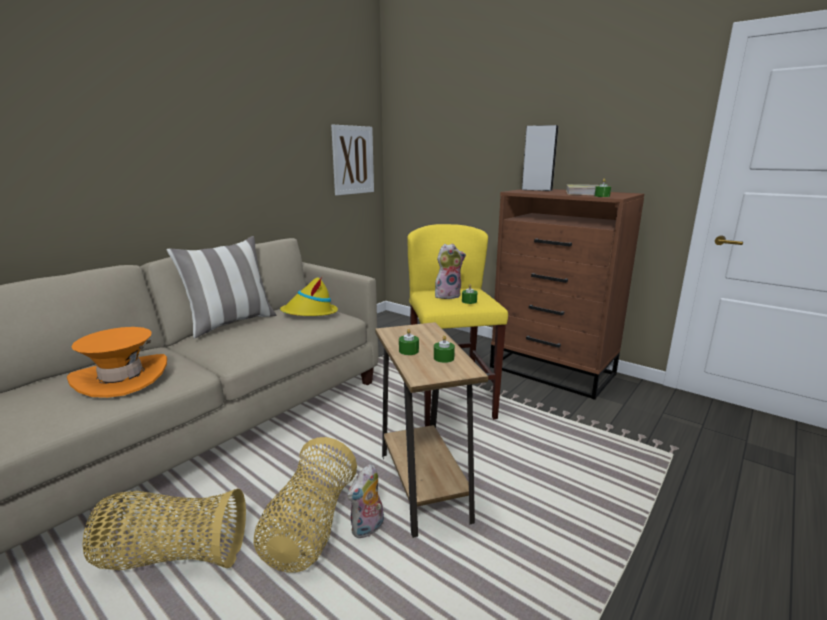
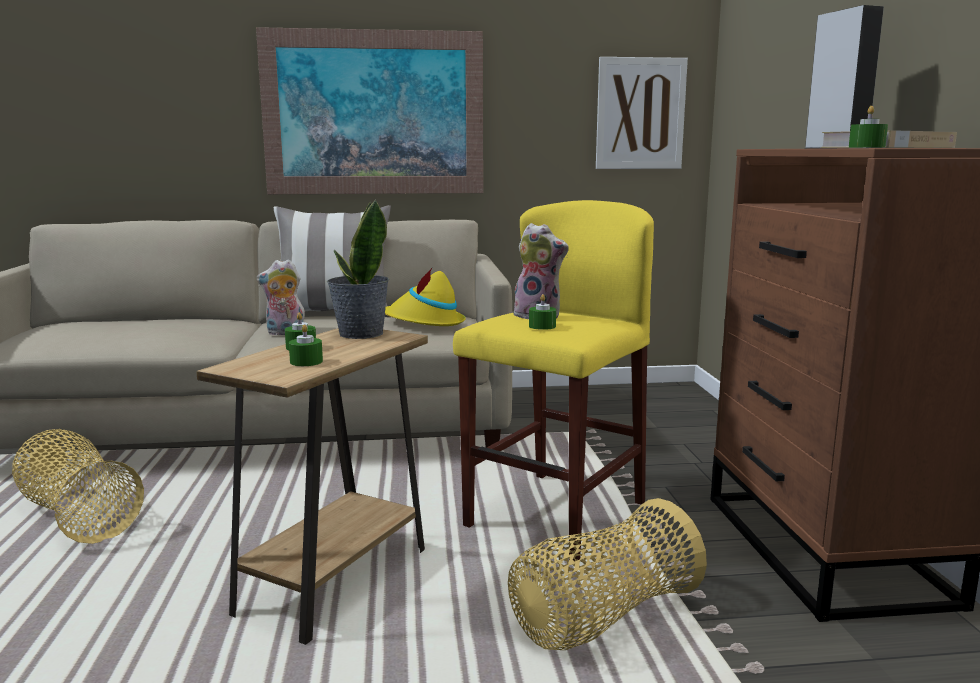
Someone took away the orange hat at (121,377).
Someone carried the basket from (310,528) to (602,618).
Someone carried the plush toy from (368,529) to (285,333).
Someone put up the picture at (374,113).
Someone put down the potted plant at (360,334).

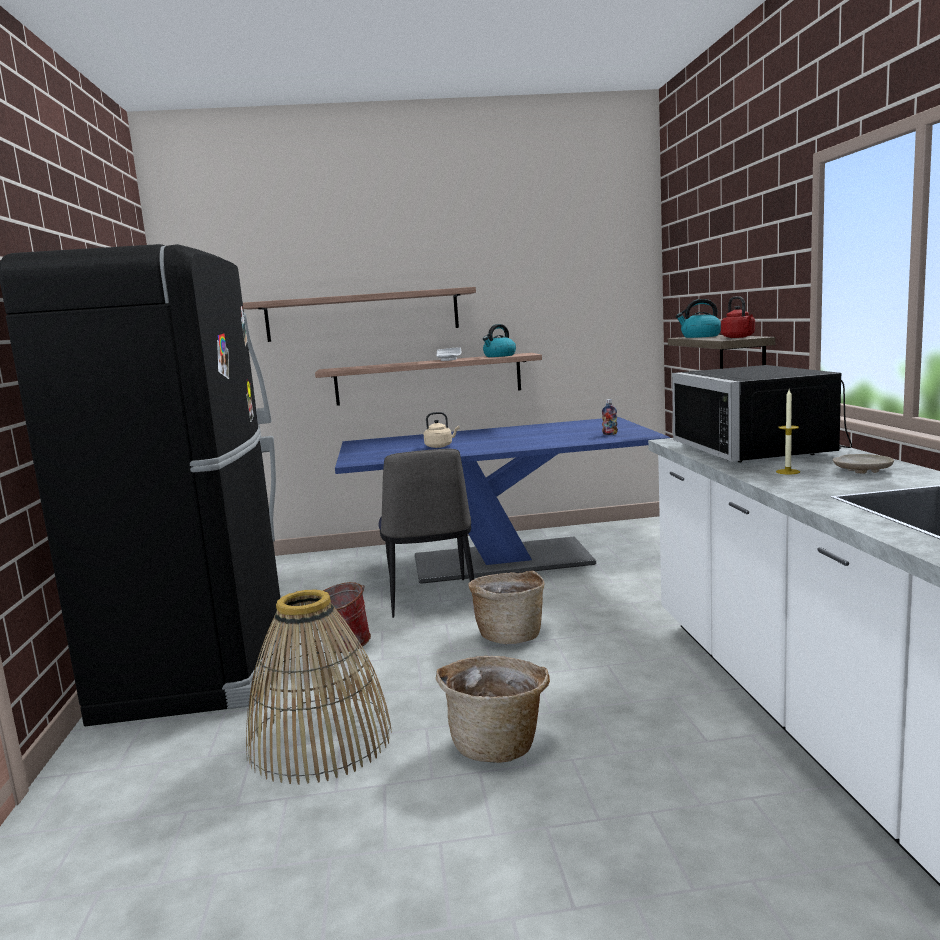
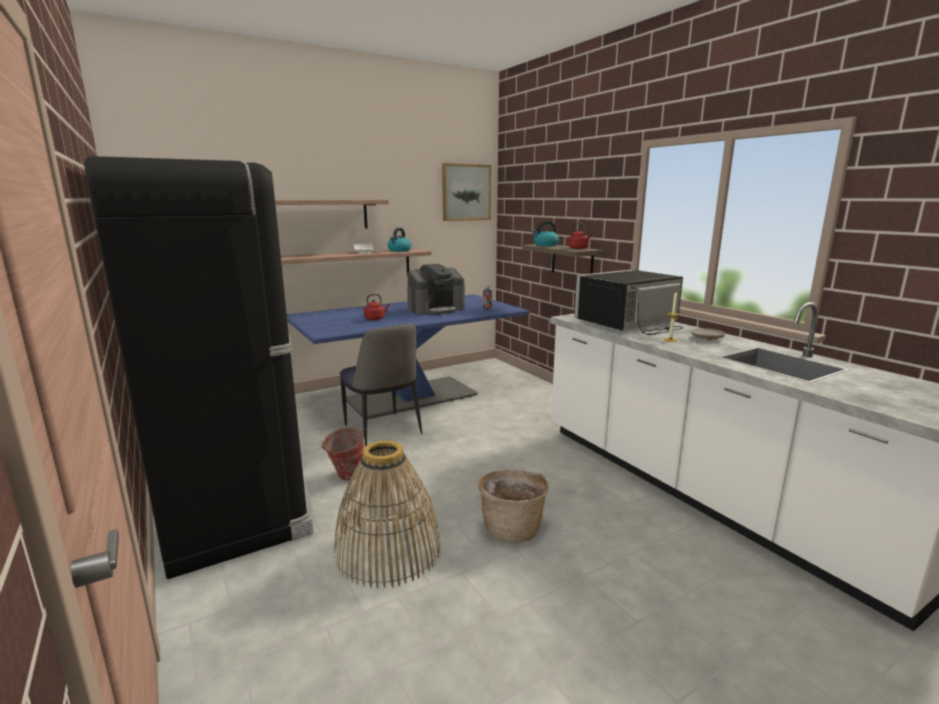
Someone rotated the black microwave at (761,449) by 90 degrees clockwise.
Someone repainted the beige kettle at (440,446), which became the red kettle at (375,319).
Someone took away the basket at (510,635).
Someone put up the picture at (466,192).
Someone put down the coffee machine at (436,309).

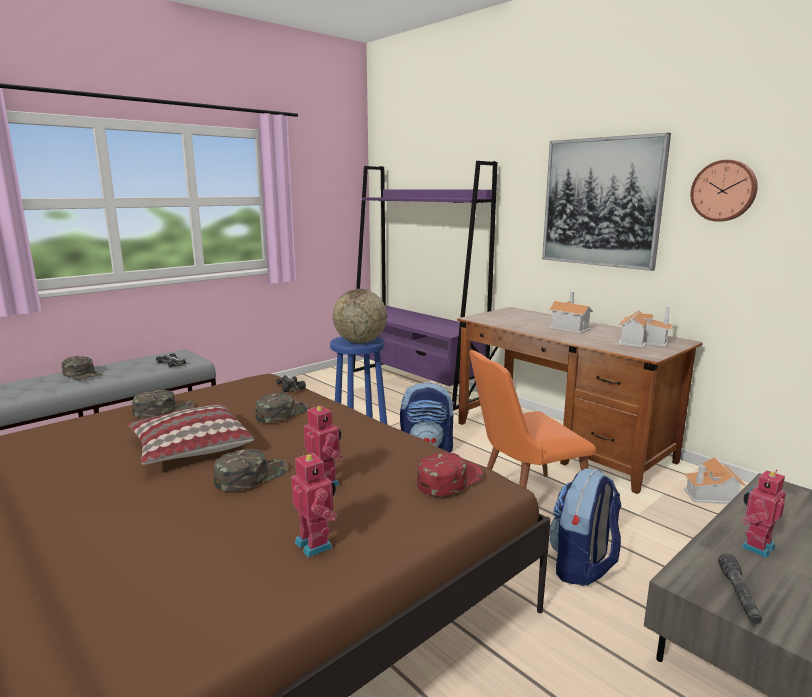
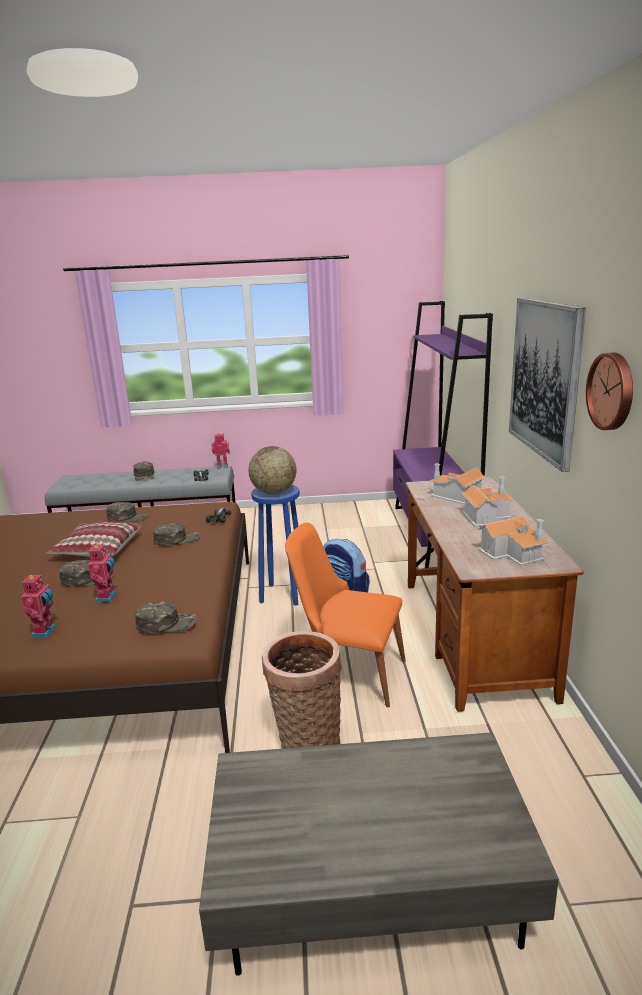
Someone repainted the red cap at (449,480), which became the green cap at (167,623).
Someone carried the toy house from (711,494) to (456,496).
Someone swapped the backpack at (582,566) for the basket at (306,741).
Someone carried the toy robot from (755,546) to (222,466).
Someone took away the grey flashlight at (739,595).

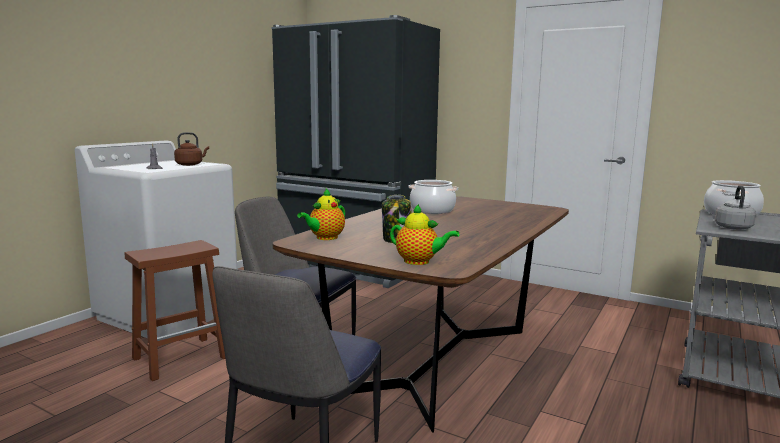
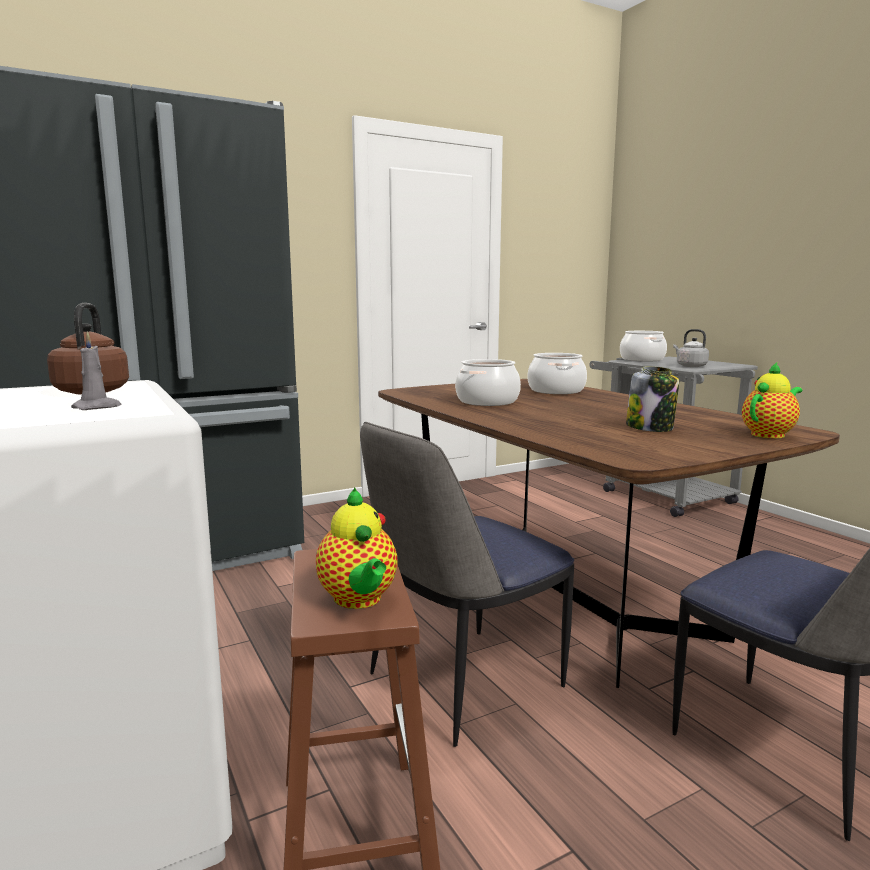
Someone carried the teapot from (325,238) to (359,600).
Someone put down the cooking pot at (556,391).

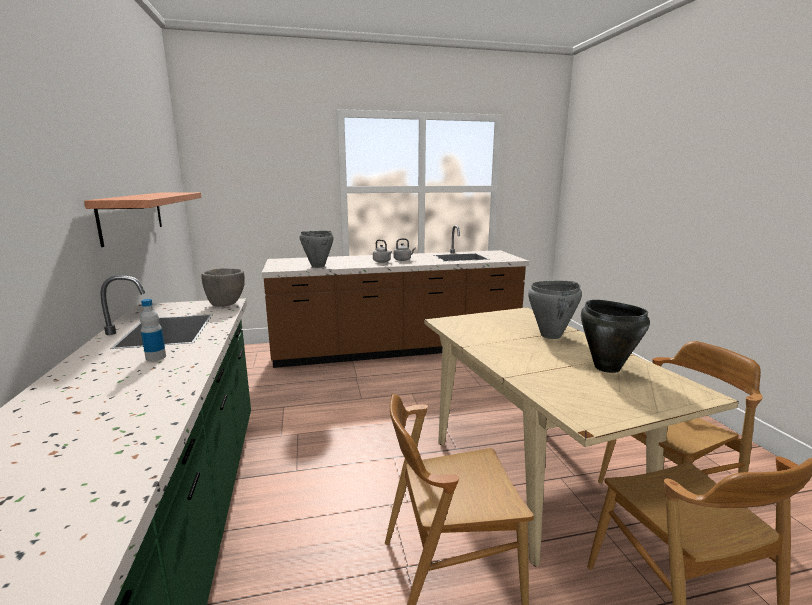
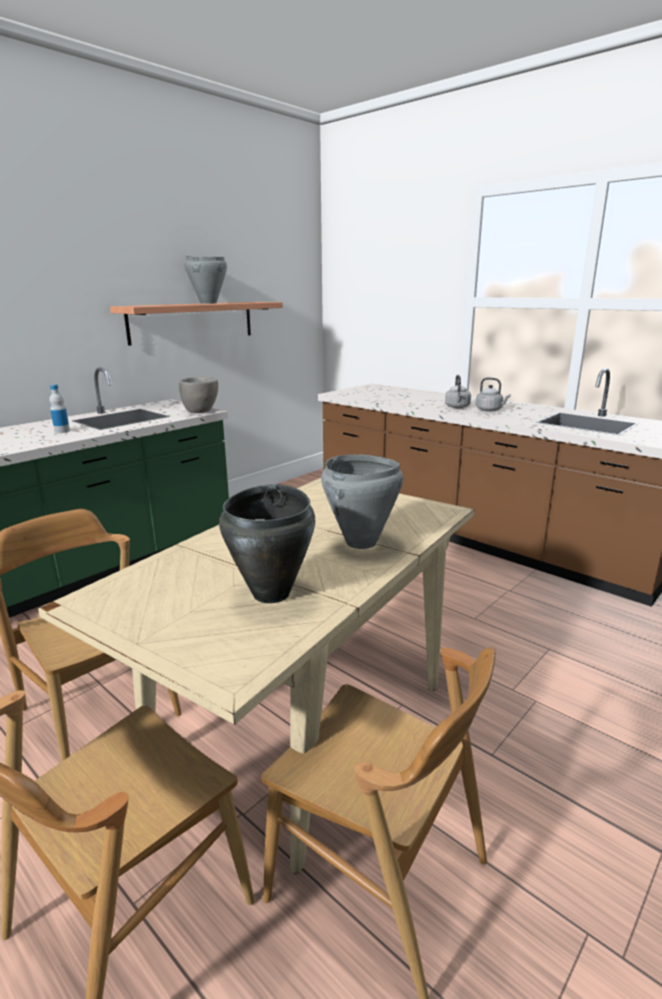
Someone carried the grey cooking pot from (317,266) to (208,303).

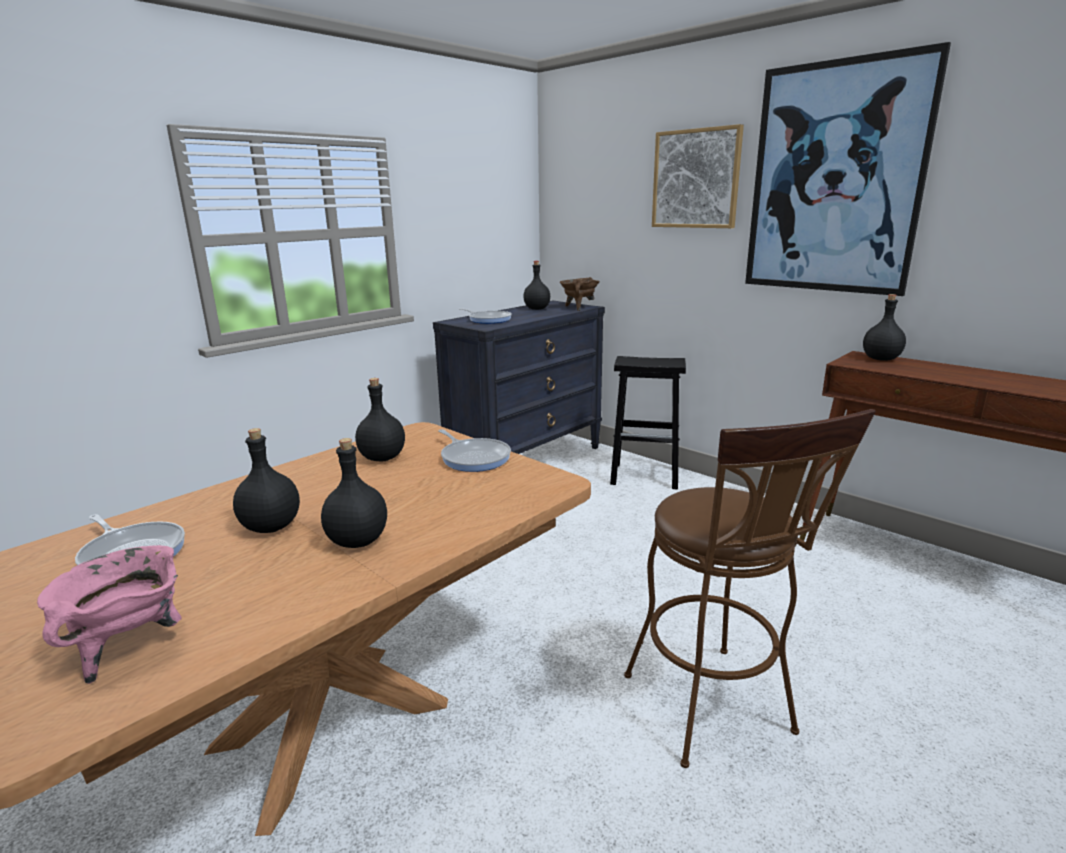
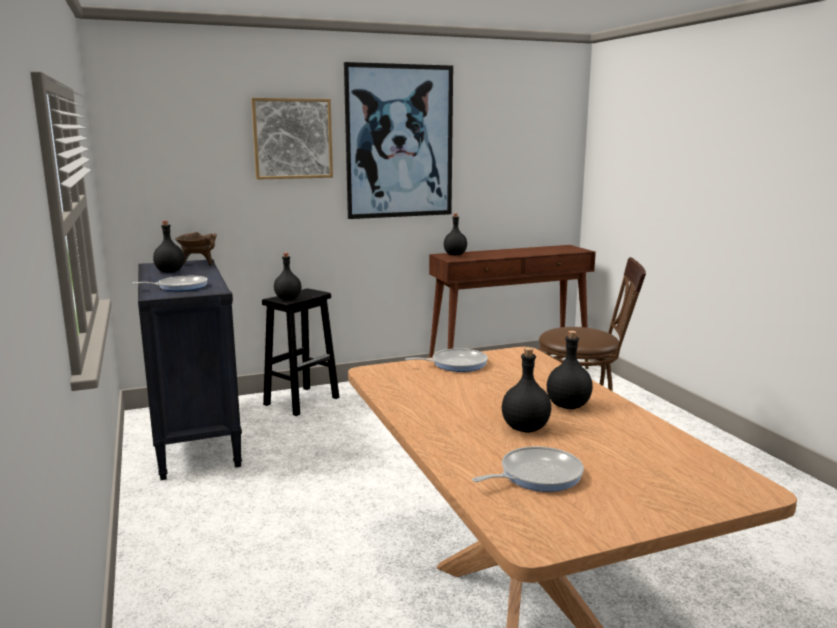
Someone carried the black bottle from (382,458) to (287,299).
Someone took away the pink cooking pot at (131,646).

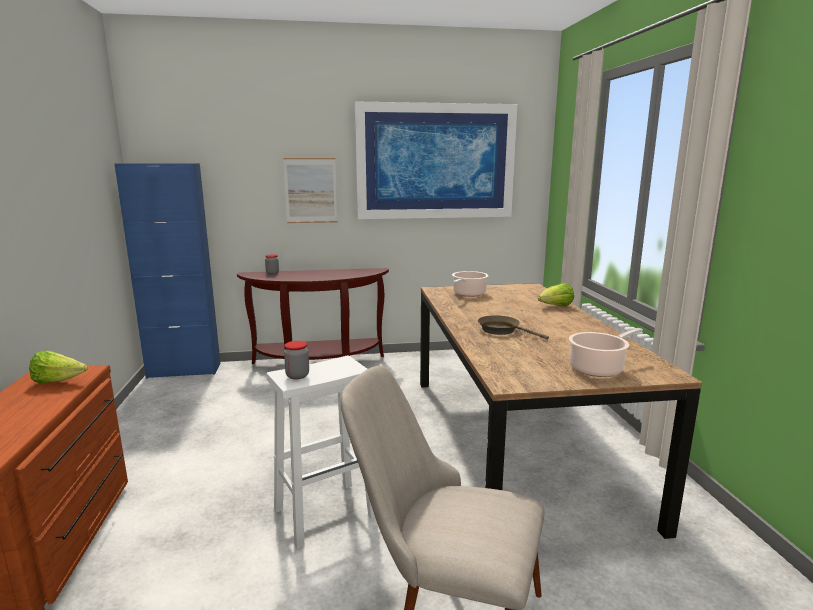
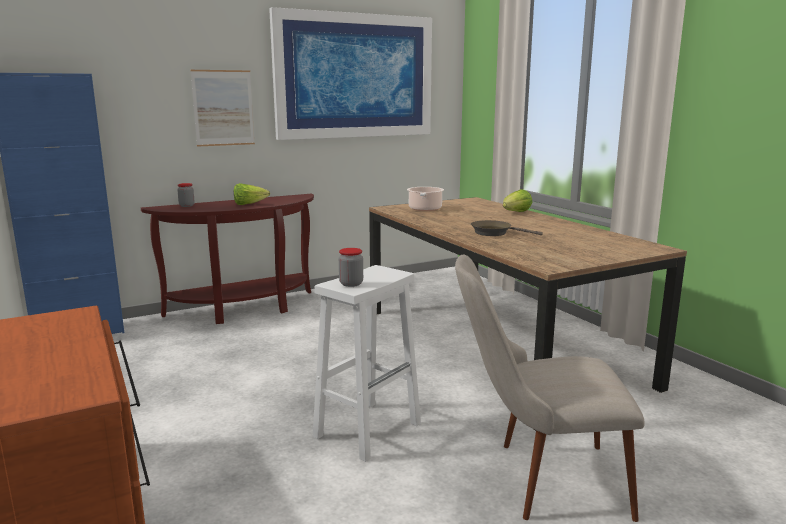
Someone took away the cooking pot at (598,368).
Someone carried the lettuce from (59,381) to (249,204).

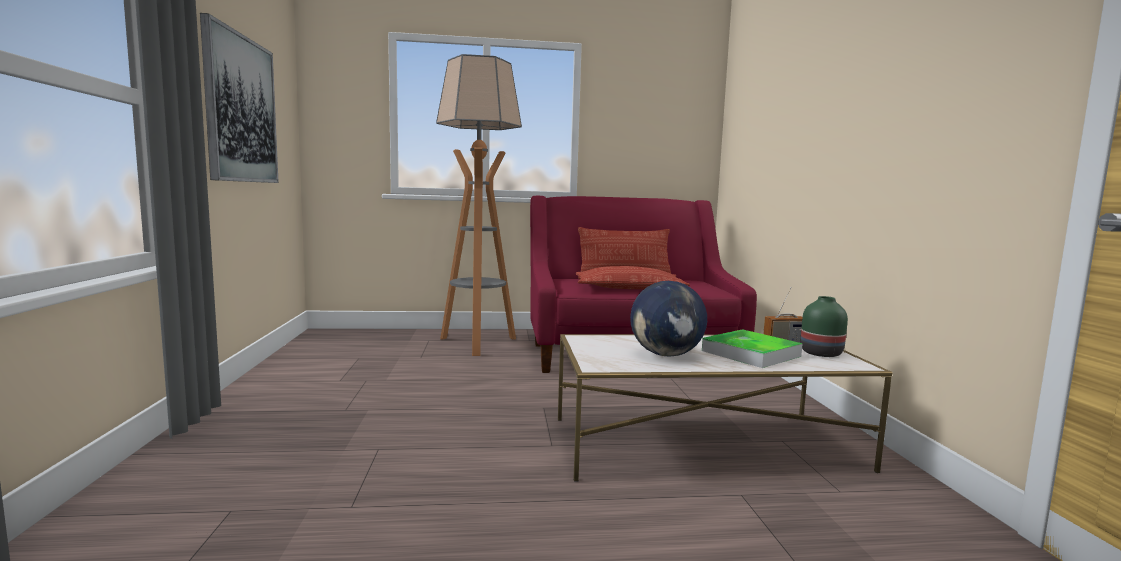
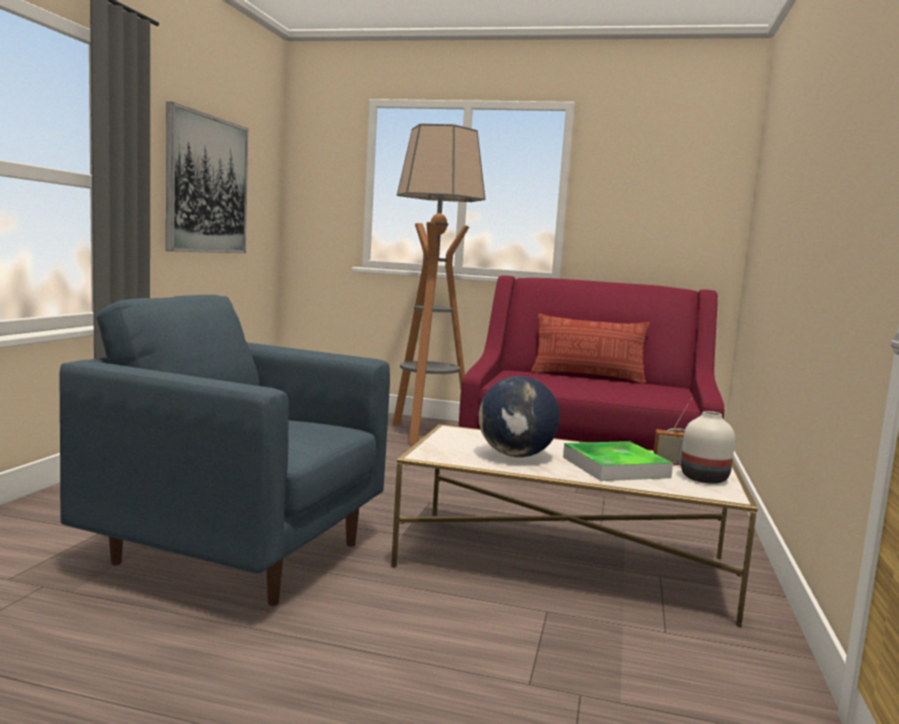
Someone took away the pillow at (629,288).
Someone repainted the green vase at (821,353), which became the white vase at (703,478).
Someone put down the blue armchair at (240,553).

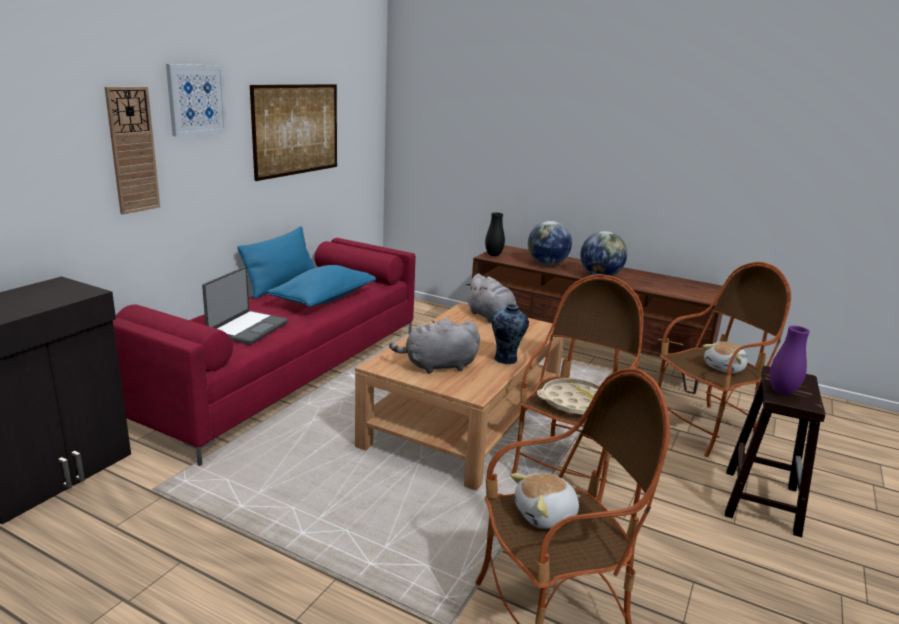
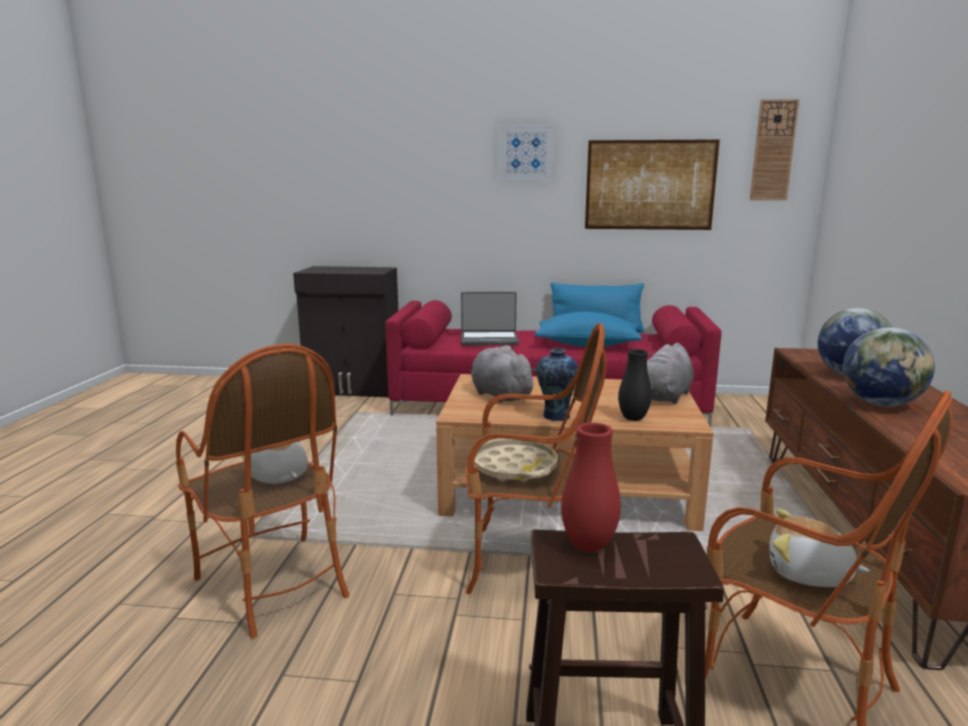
Someone carried the wall clock from (132,150) to (773,150).
Someone carried the black vase from (493,255) to (633,418).
Someone repainted the purple vase at (782,392), which became the red vase at (588,545).

